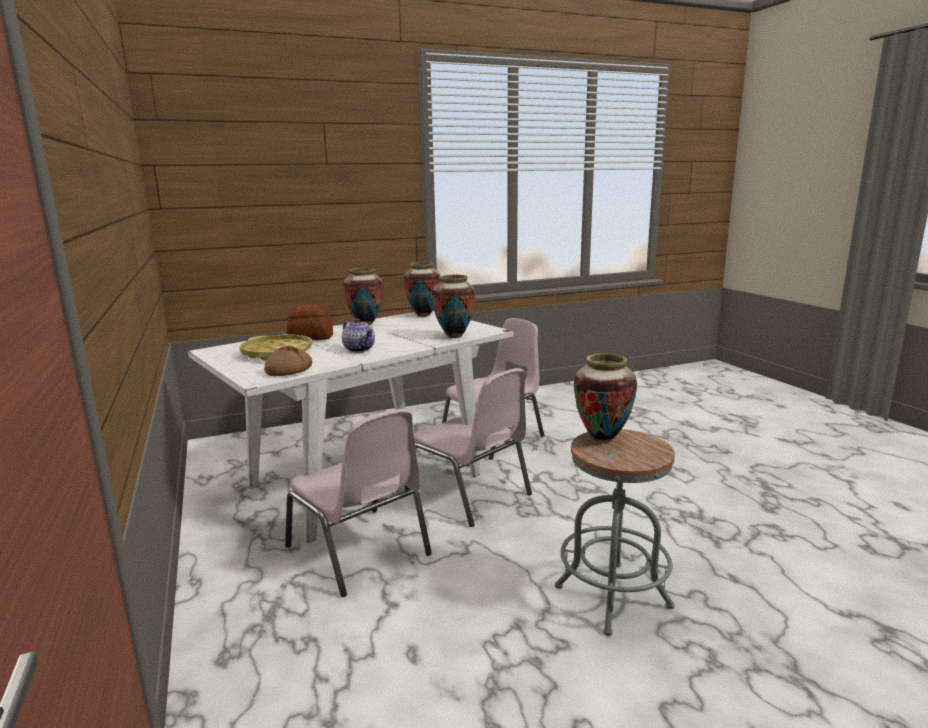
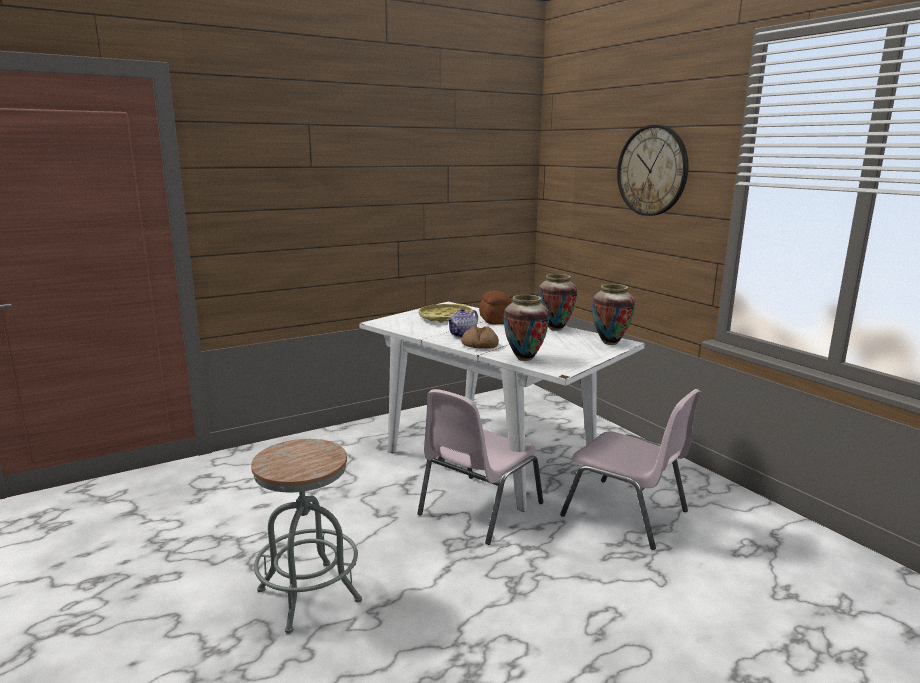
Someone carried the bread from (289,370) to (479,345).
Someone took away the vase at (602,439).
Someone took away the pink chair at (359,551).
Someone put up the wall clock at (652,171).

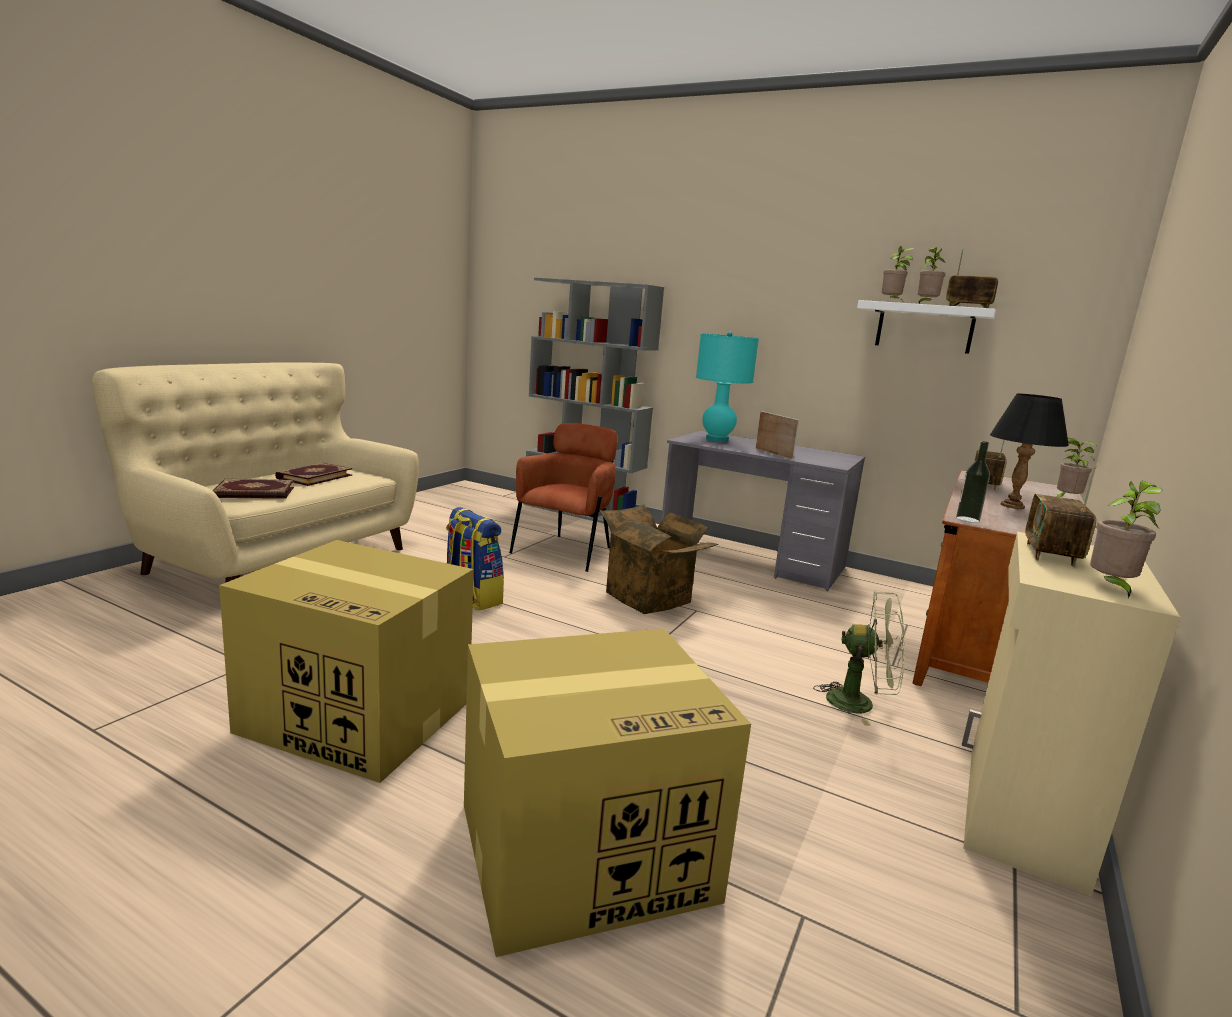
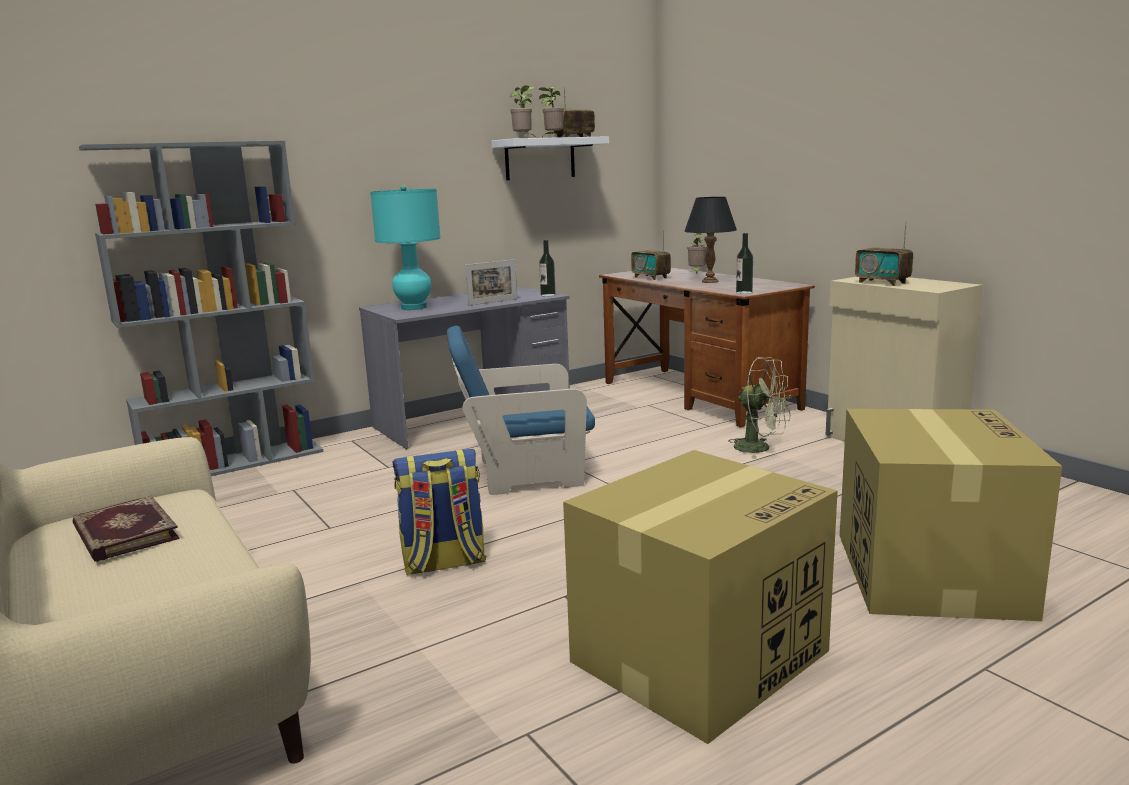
Someone rotated the picture frame at (773,453) by 150 degrees clockwise.
Someone took away the brown armchair at (566,552).
Someone took away the book at (254,493).
Someone took away the potted plant at (1110,588).
Someone swapped the cardboard box at (652,597) for the blue armchair at (524,475).
Someone rotated the green fan at (860,704) by 75 degrees clockwise.
Someone put down the bottle at (548,295).

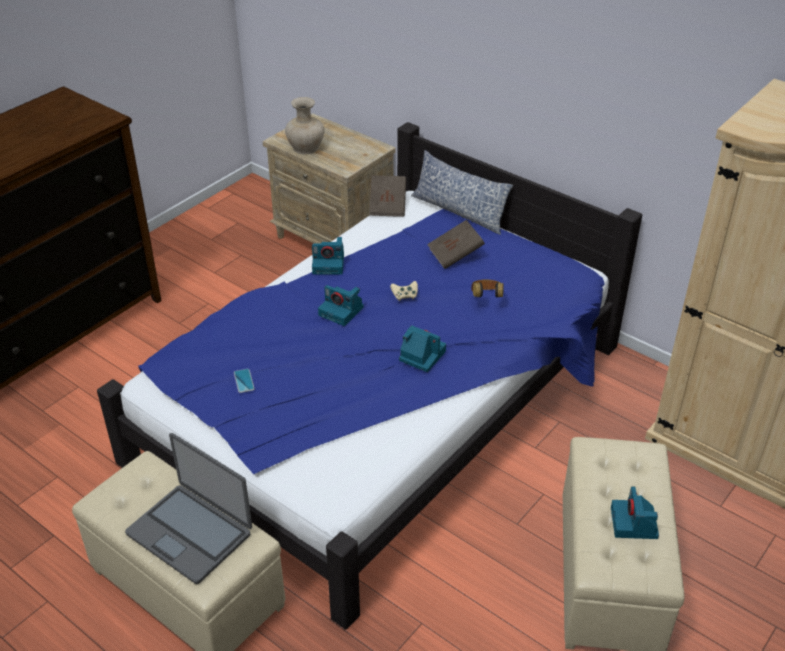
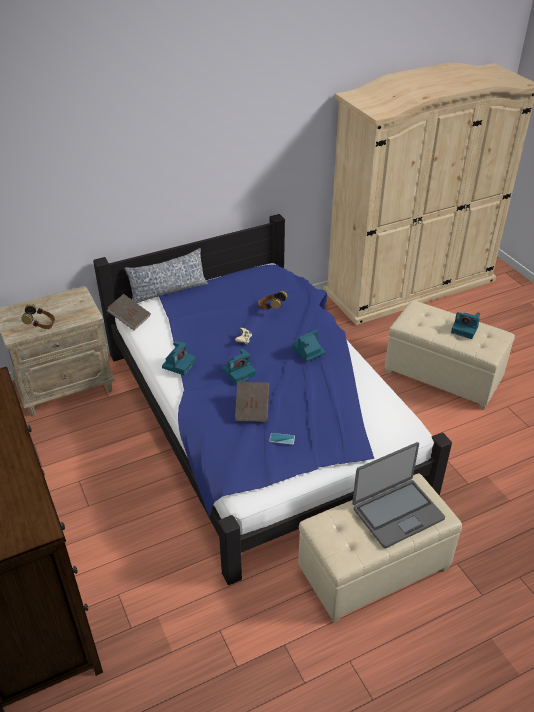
Someone swapped the beige vase at (305,148) for the headphones at (41,326).
Someone carried the brown book from (455,255) to (252,409).

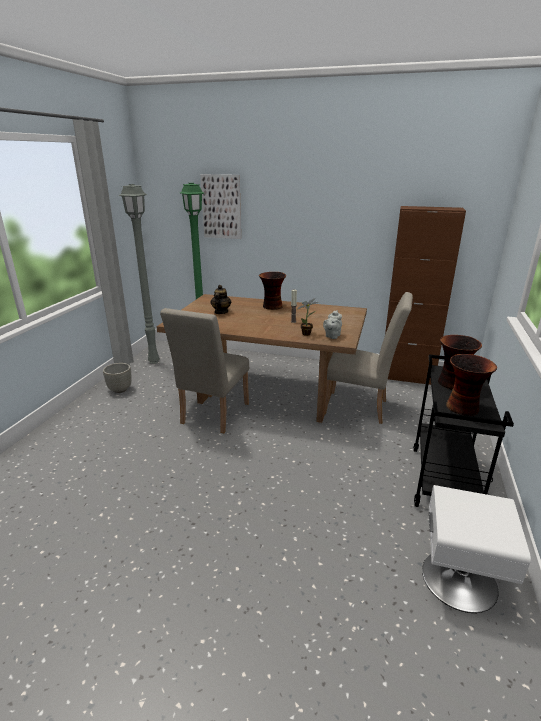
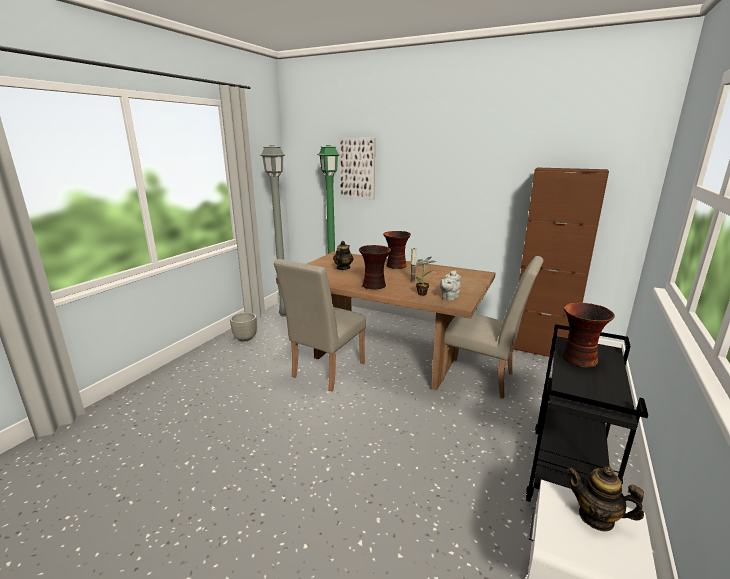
Someone carried the vase from (463,408) to (375,286).
Someone put down the teapot at (596,517).

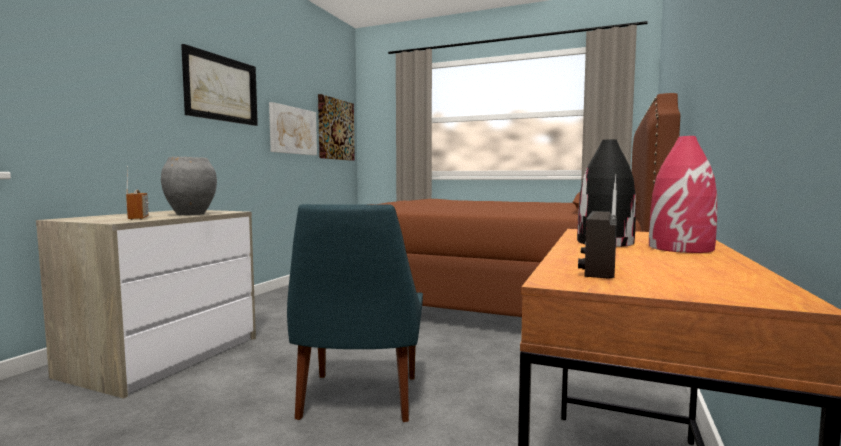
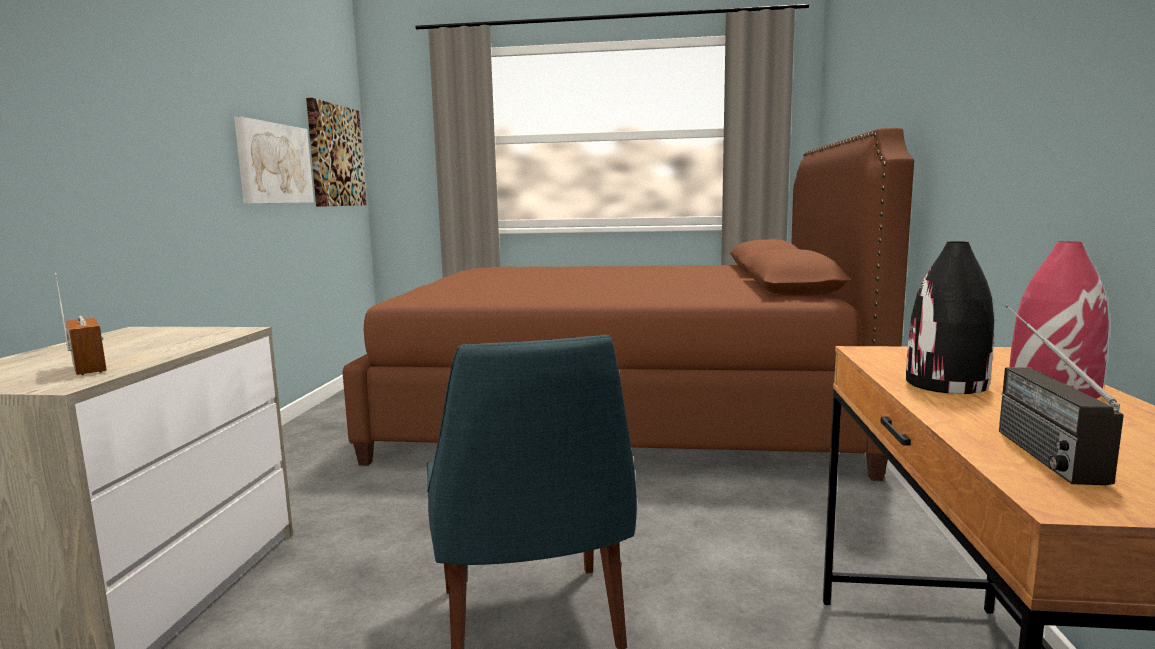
Someone took away the picture at (221,89).
Someone took away the grey vase at (190,214).

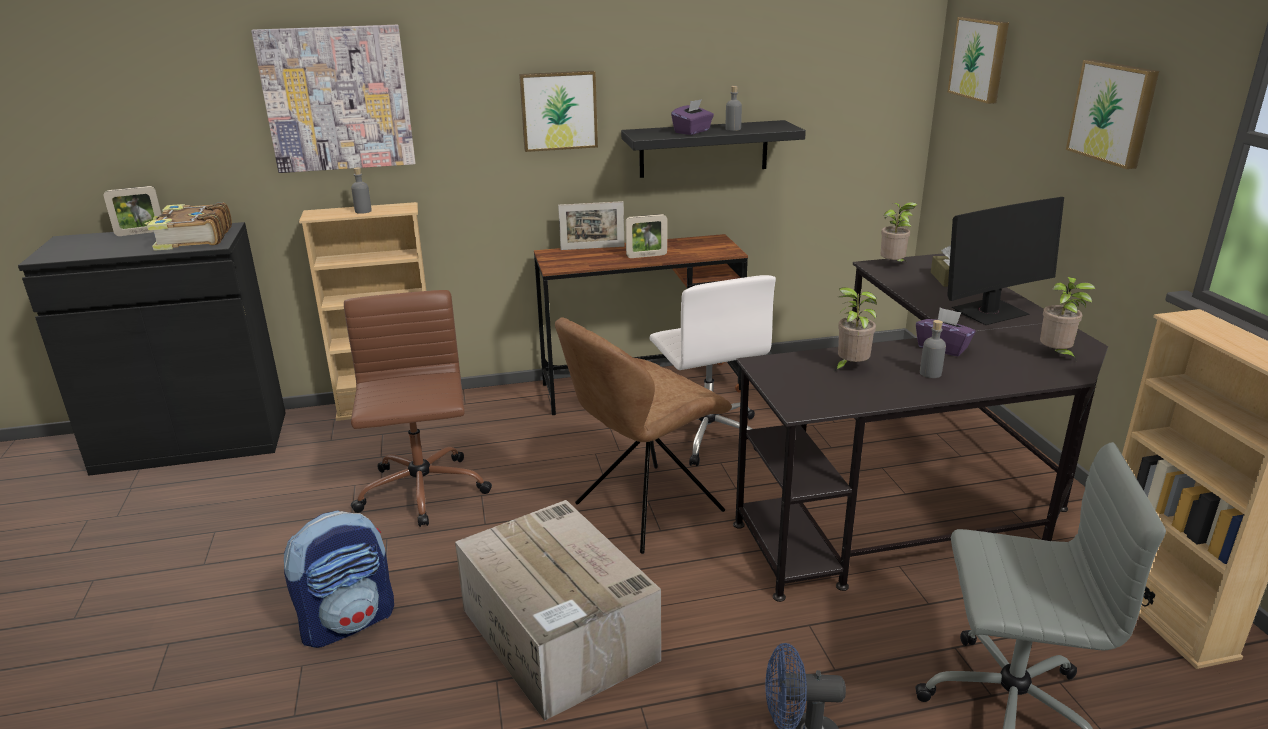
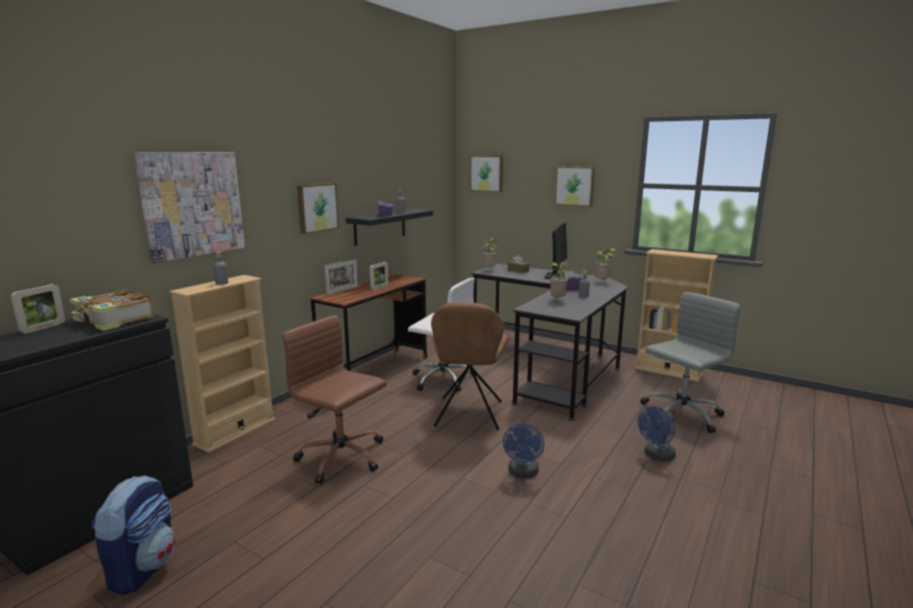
Someone swapped the cardboard box at (560,636) for the blue fan at (523,473).
Someone carried the backpack from (348,621) to (143,568).

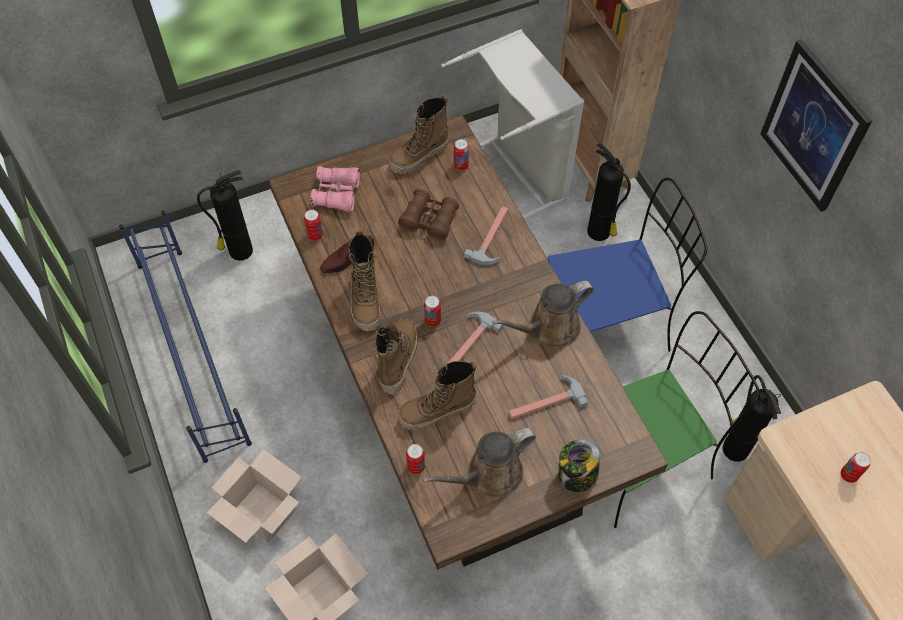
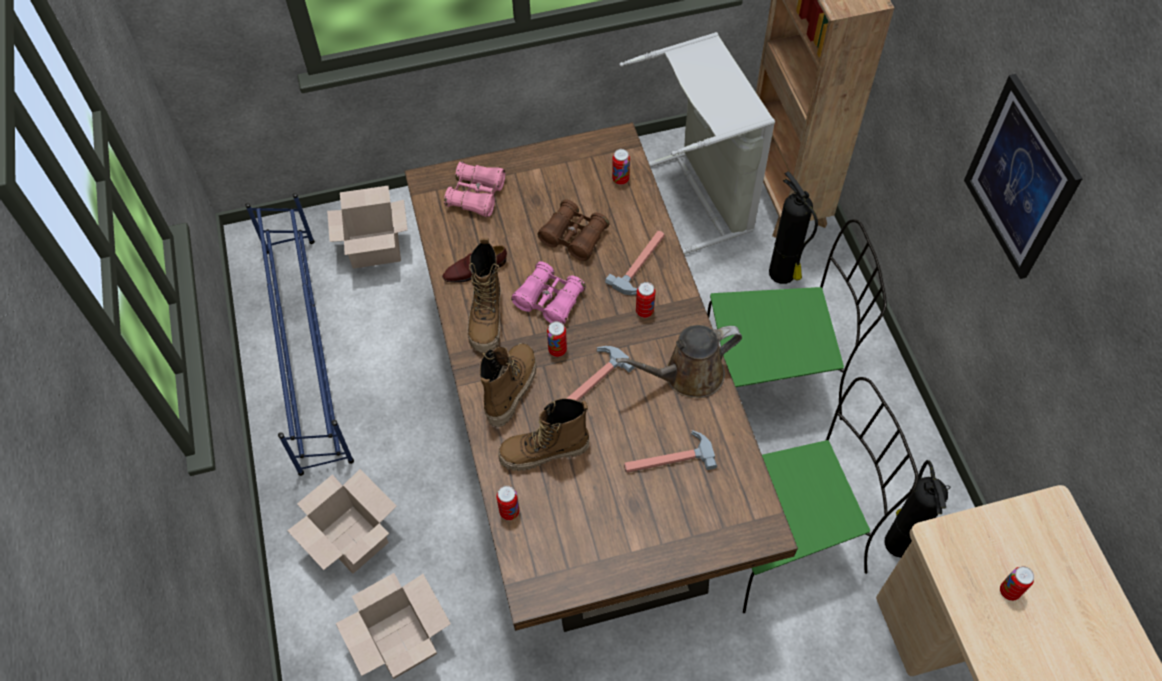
Someone took away the boot at (419,157).
Someone swapped the fire extinguisher at (239,251) for the cardboard box at (376,248).
Someone repainted the blue chair at (607,324), which became the green chair at (774,380).
Someone carried the can from (315,236) to (644,311).
Someone took away the brown watering can at (489,475).
Someone took away the jar at (577,475).
Someone put down the pink binoculars at (549,300).

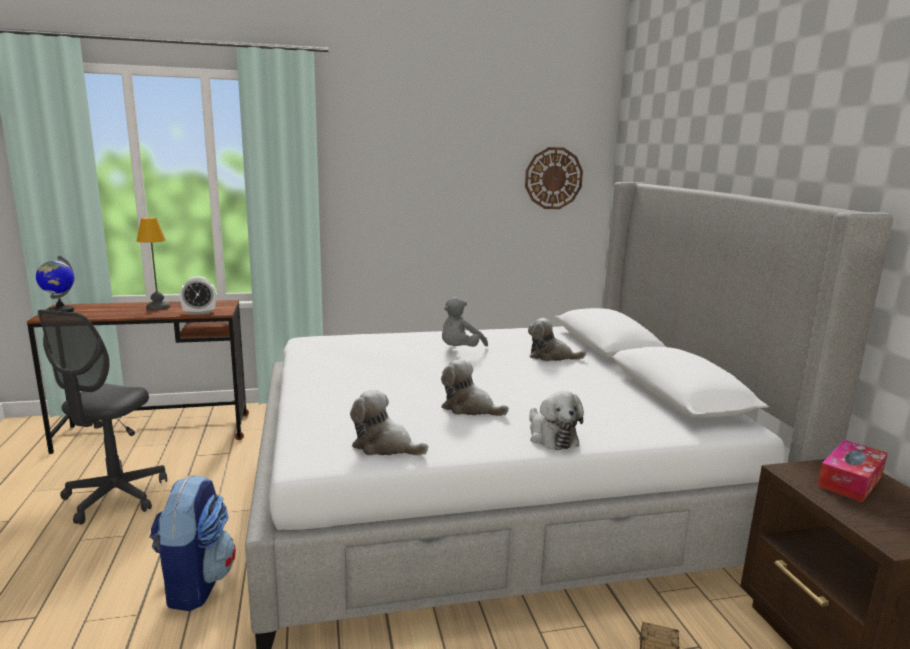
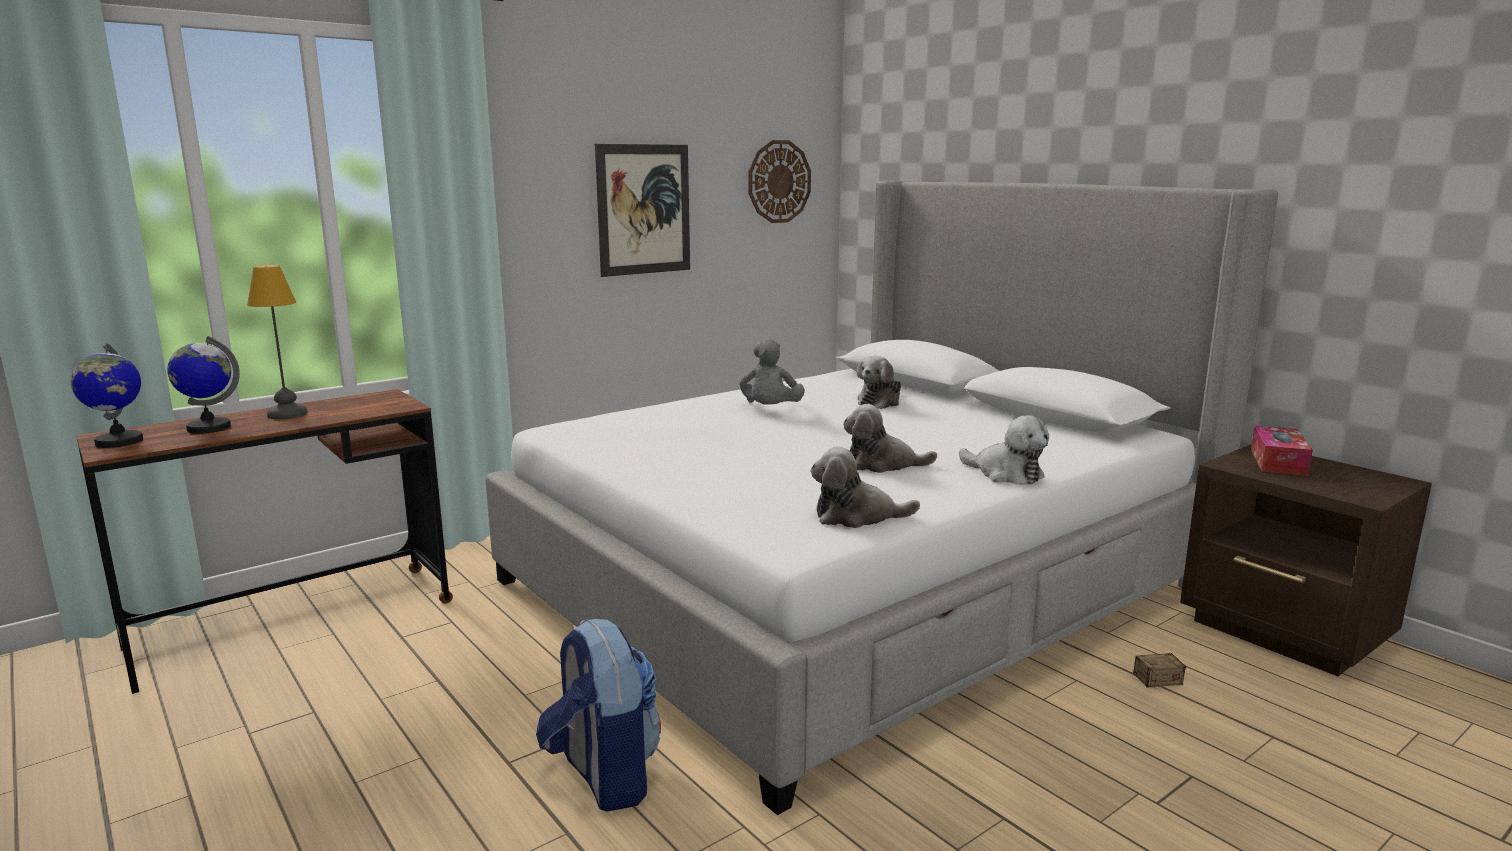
Someone took away the alarm clock at (199,313).
Someone took away the grey office chair at (115,497).
Someone rotated the plush toy at (551,356) by 45 degrees counterclockwise.
Someone put up the picture at (644,209).
Someone put down the globe at (208,428).

